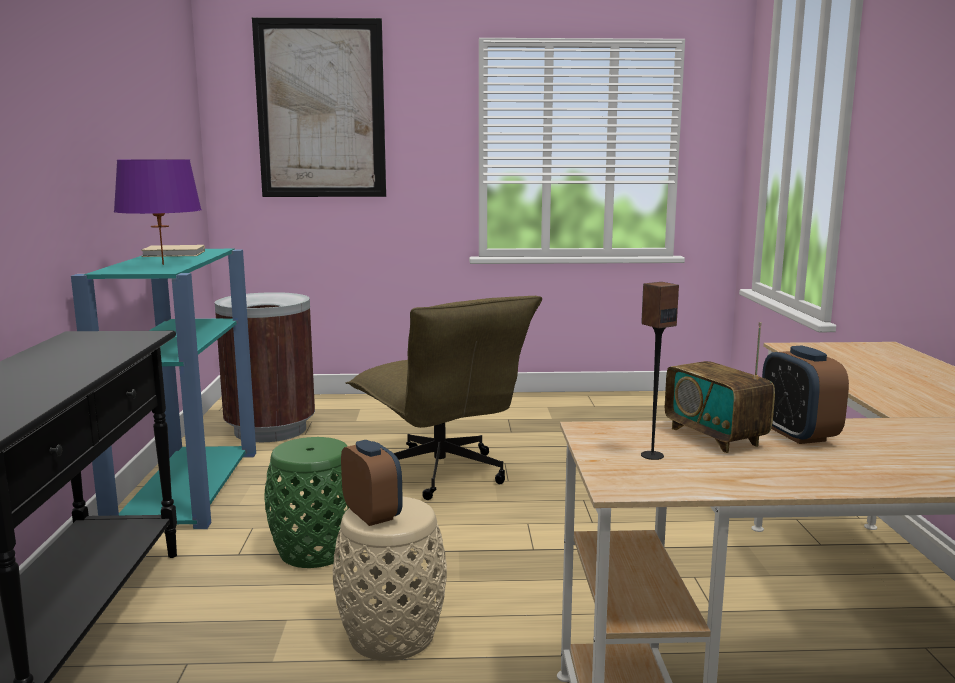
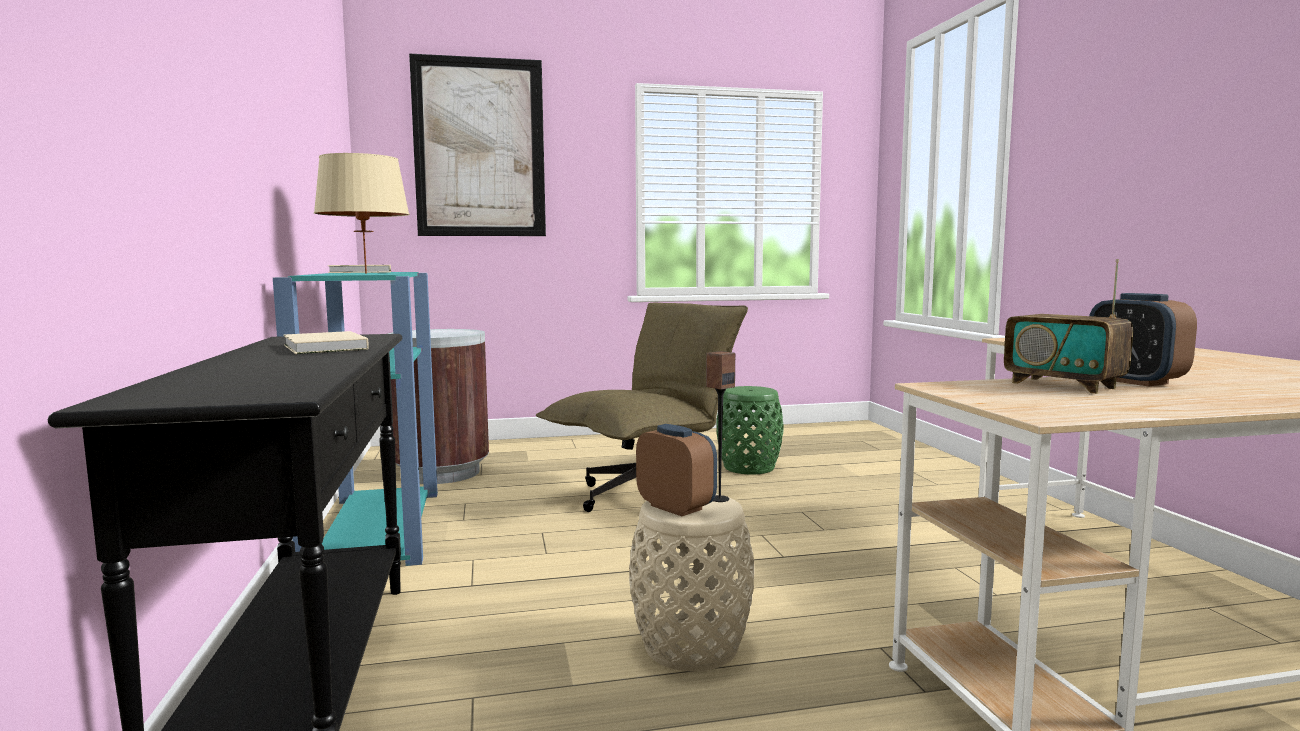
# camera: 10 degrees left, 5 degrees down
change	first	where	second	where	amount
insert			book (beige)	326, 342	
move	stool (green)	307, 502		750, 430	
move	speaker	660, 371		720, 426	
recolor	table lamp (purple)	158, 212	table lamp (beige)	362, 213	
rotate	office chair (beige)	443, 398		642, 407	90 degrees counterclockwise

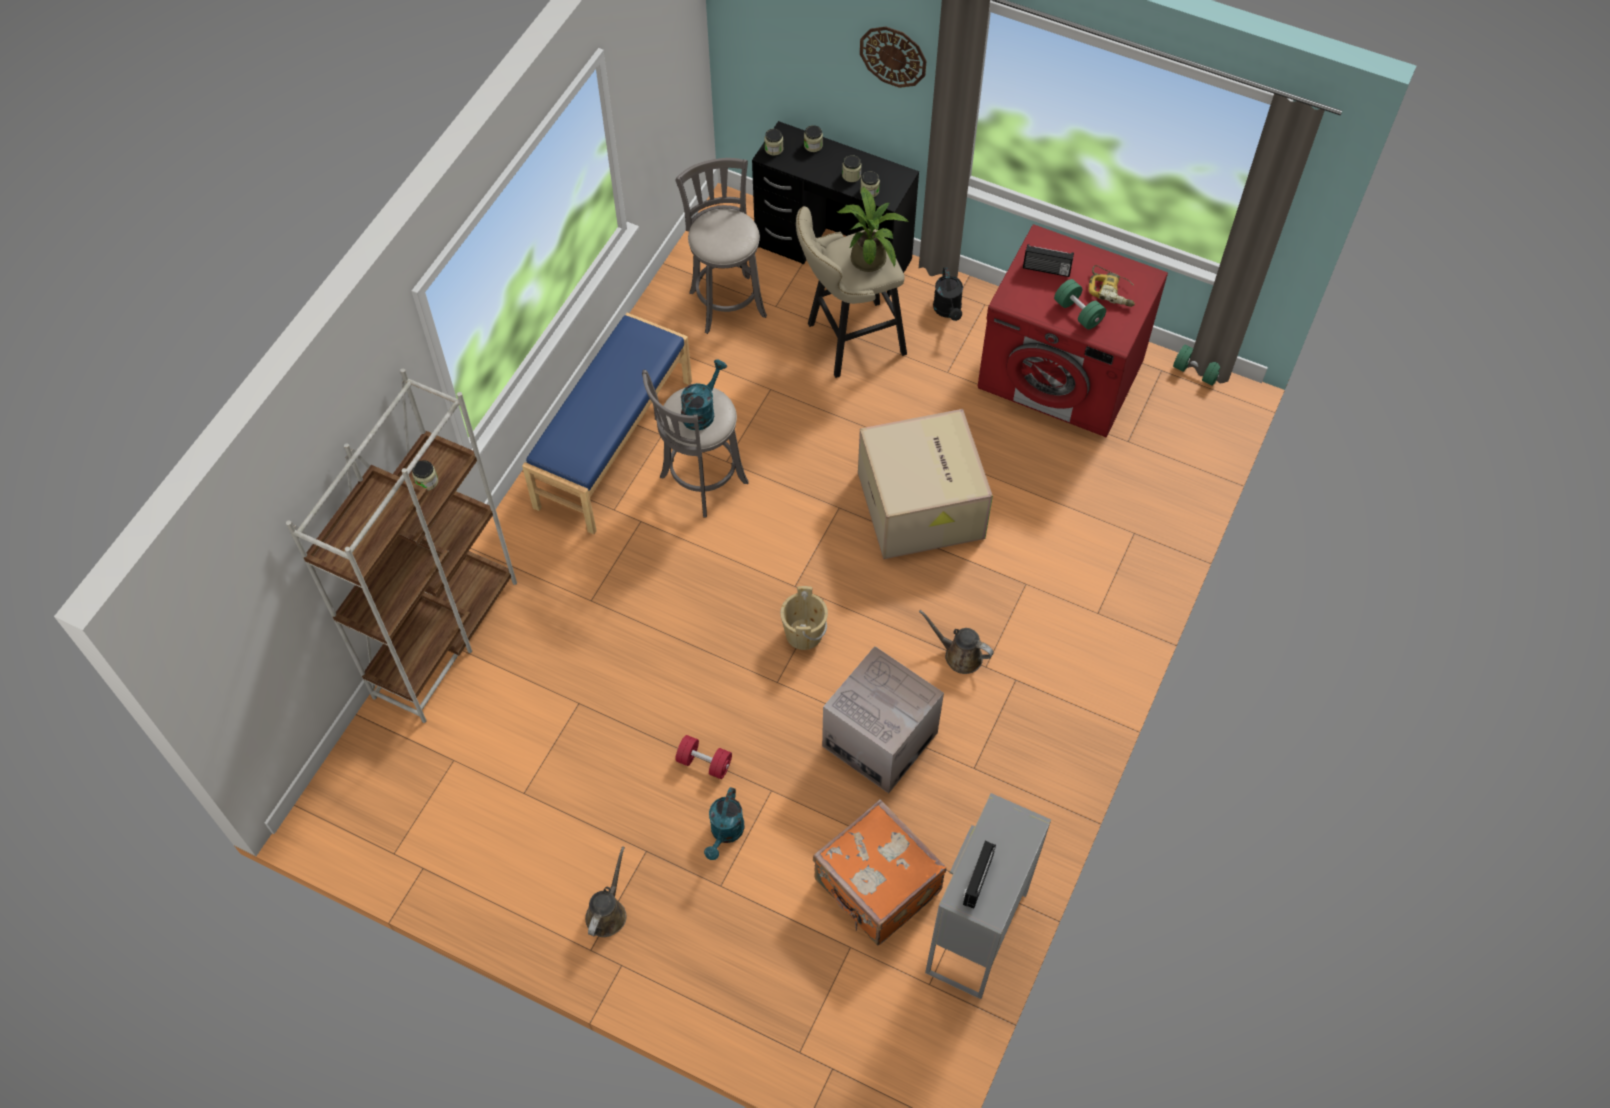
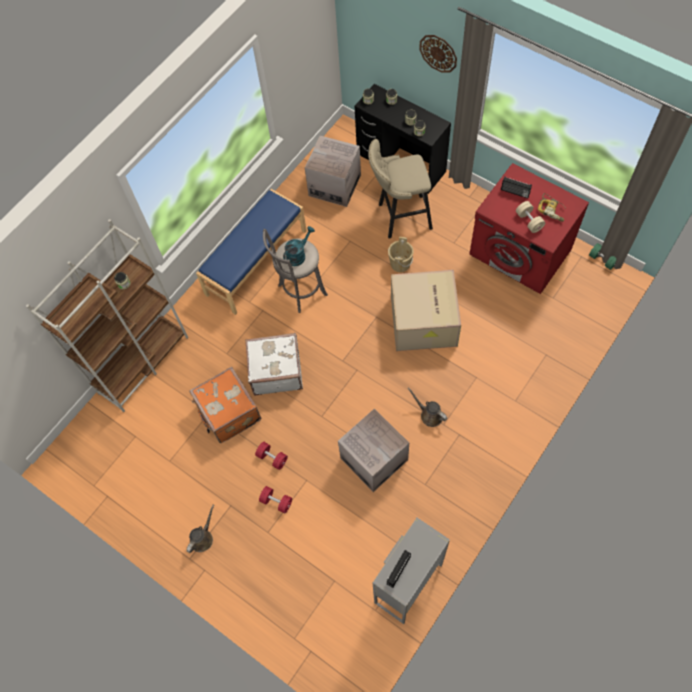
# camera: 15 degrees right, 5 degrees up
change	first	where	second	where	amount
delete	potted plant	873, 229			
delete	watering can (black)	948, 294			
insert			suitcase (white)	274, 364	
move	bucket (beige)	804, 618		401, 254	
move	suitcase (orange)	879, 872		225, 405	
replace	stool (grey)	721, 246	cardboard box	333, 171	
replace	watering can (turquoise)	724, 823	dumbbell (red)	275, 499	
recolor	dumbbell (green)	1080, 304	dumbbell (beige)	530, 217	

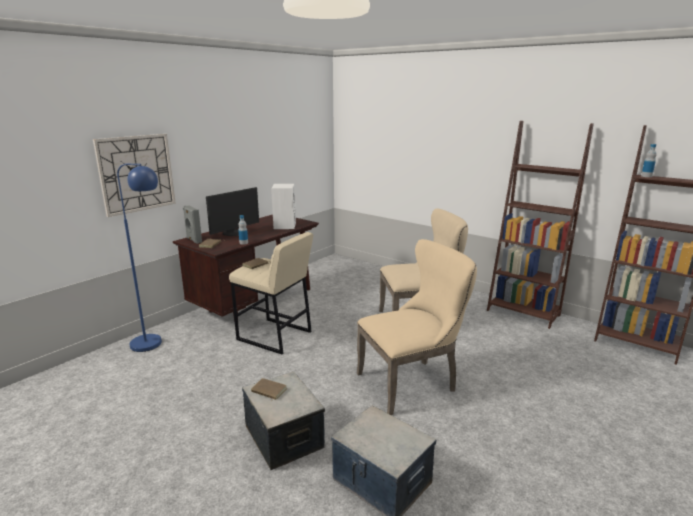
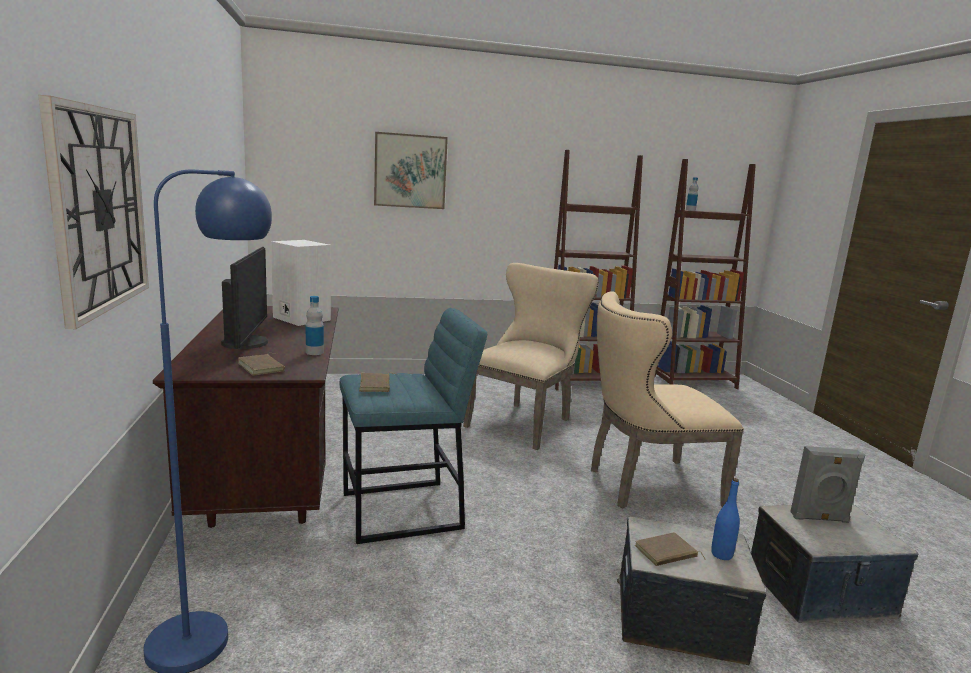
# camera: 50 degrees left, 5 degrees down
change	first	where	second	where	amount
insert			picture	411, 170	
insert			bottle (blue)	725, 519	
move	speaker (grey)	192, 225		827, 484	
recolor	stool (beige)	271, 293	stool (blue)	413, 426	
rotate	chair (beige)	417, 327		667, 399	120 degrees counterclockwise

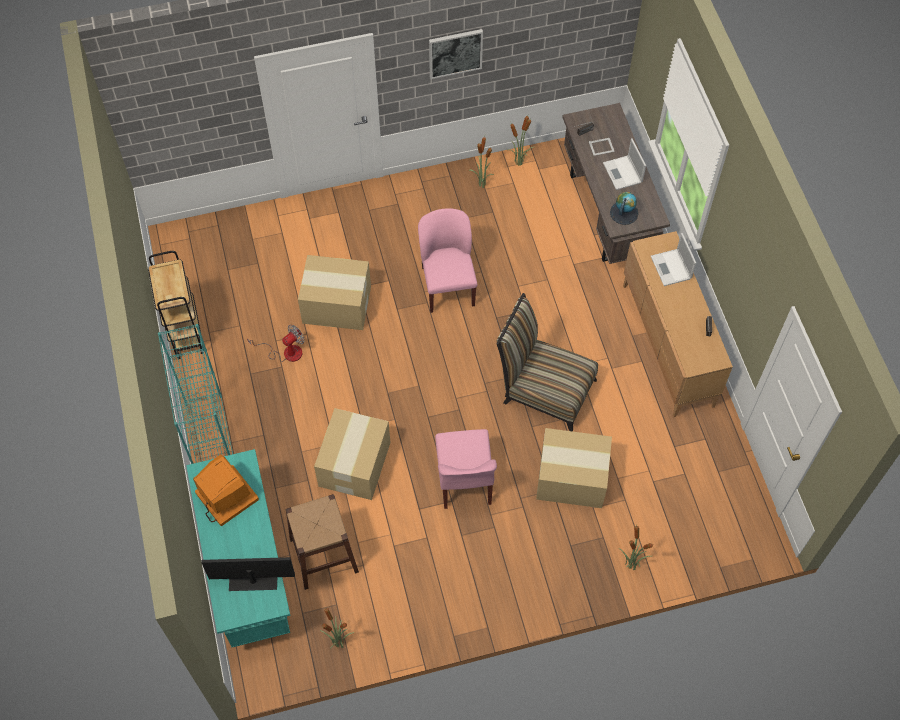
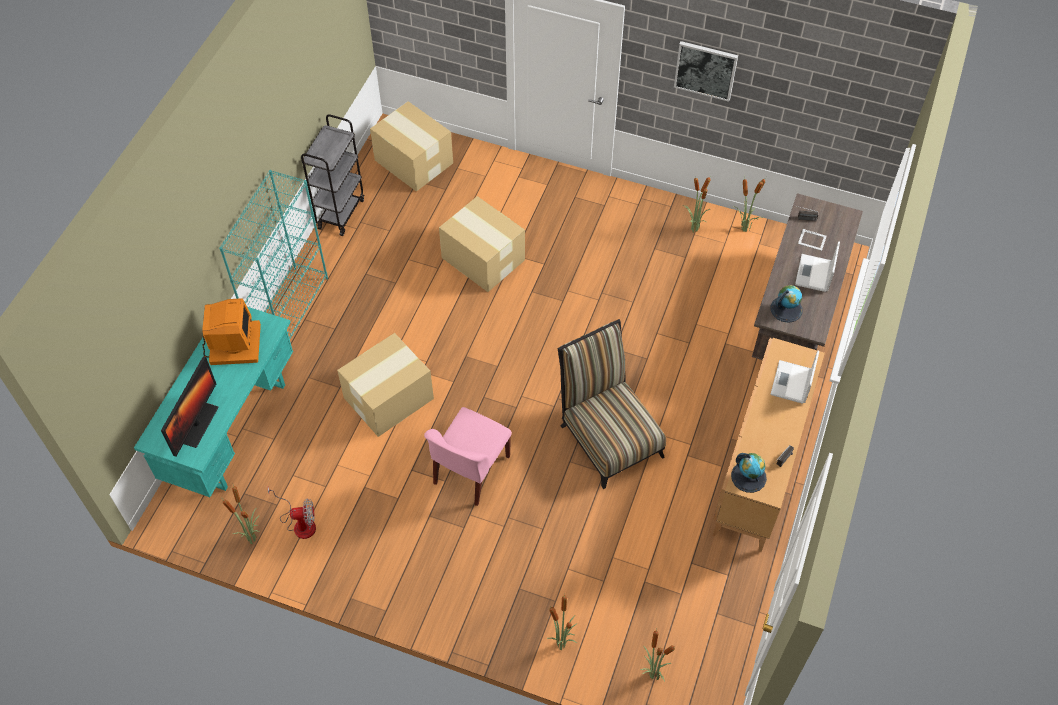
# camera: 35 degrees right, 5 degrees down
change	first	where	second	where	amount
delete	stool (brown)	322, 542			
delete	chair (pink)	447, 260			
insert			potted plant	657, 655	
insert			globe	749, 473	
move	fan	276, 343		292, 513	
move	cardboard box	574, 468		411, 146	
recolor	cart (brown)	176, 305	cart (grey)	332, 175	
rotate	monitor	248, 574		190, 406	75 degrees clockwise

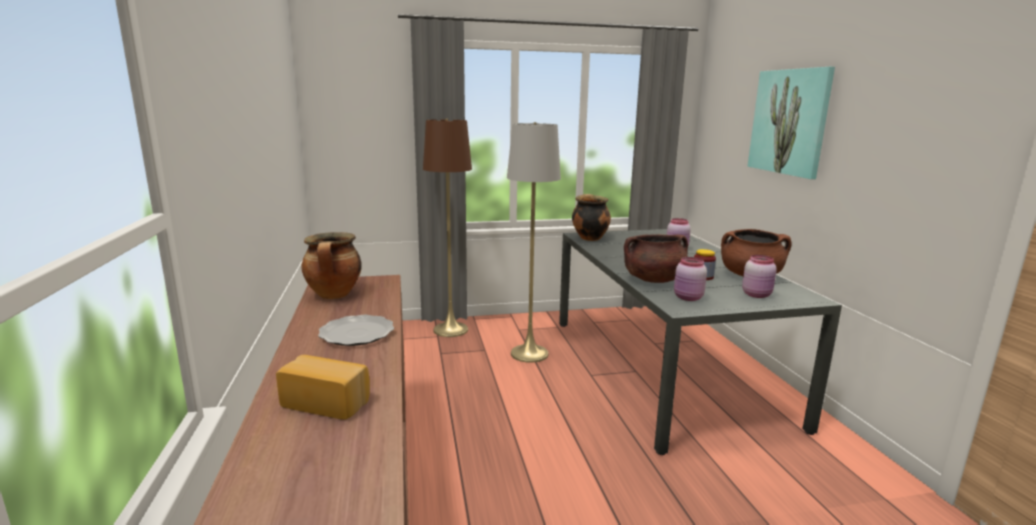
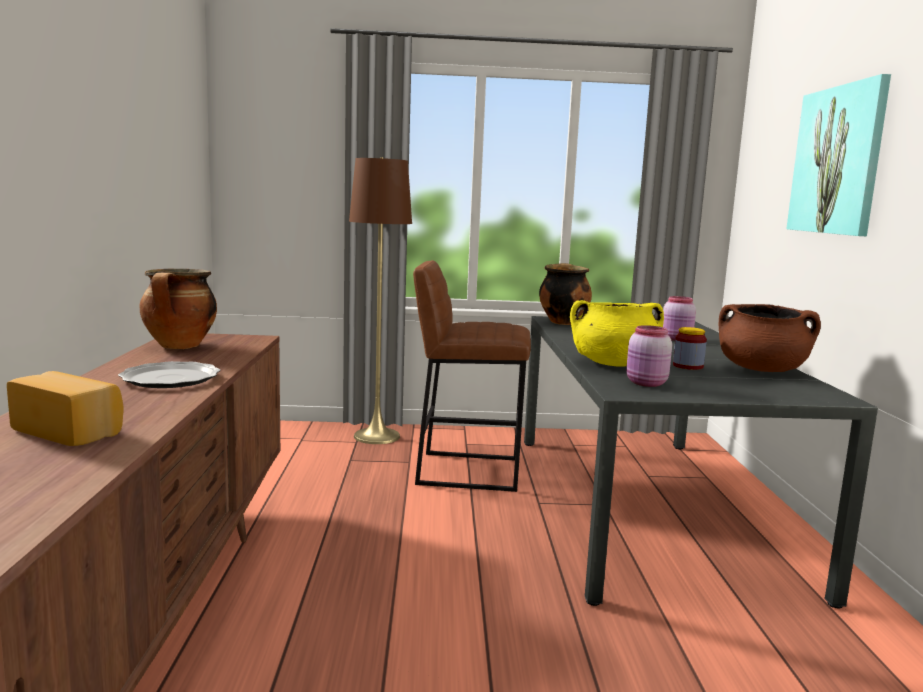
# camera: 10 degrees right, 5 degrees down
change	first	where	second	where	amount
delete	jar (pink)	759, 276			
replace	floor lamp (grey)	534, 242	stool (brown)	472, 376	
recolor	cooking pot (brown)	656, 258	cooking pot (yellow)	617, 333	

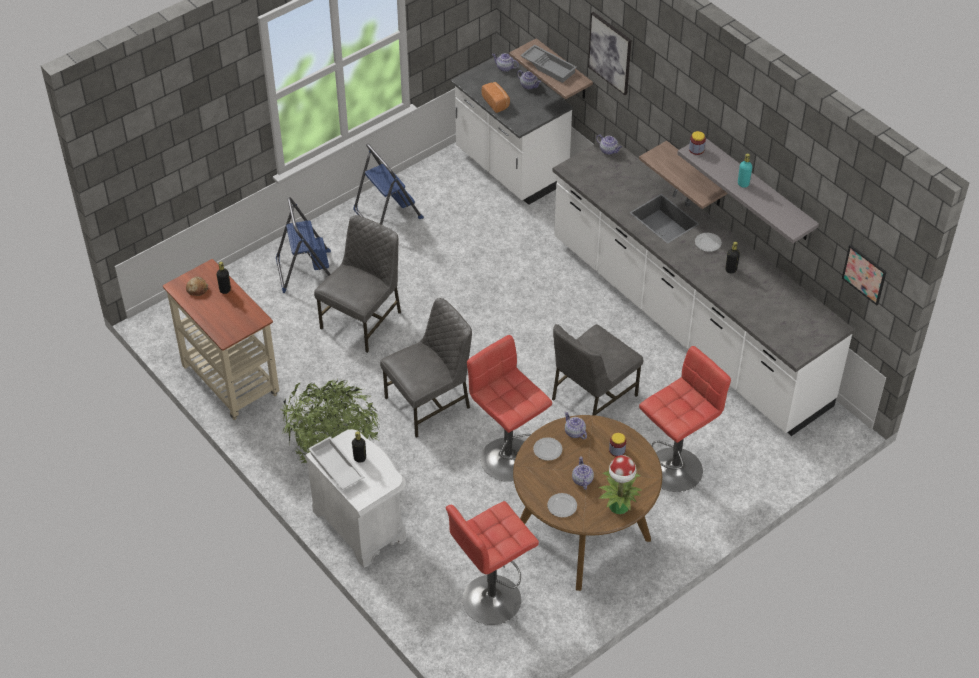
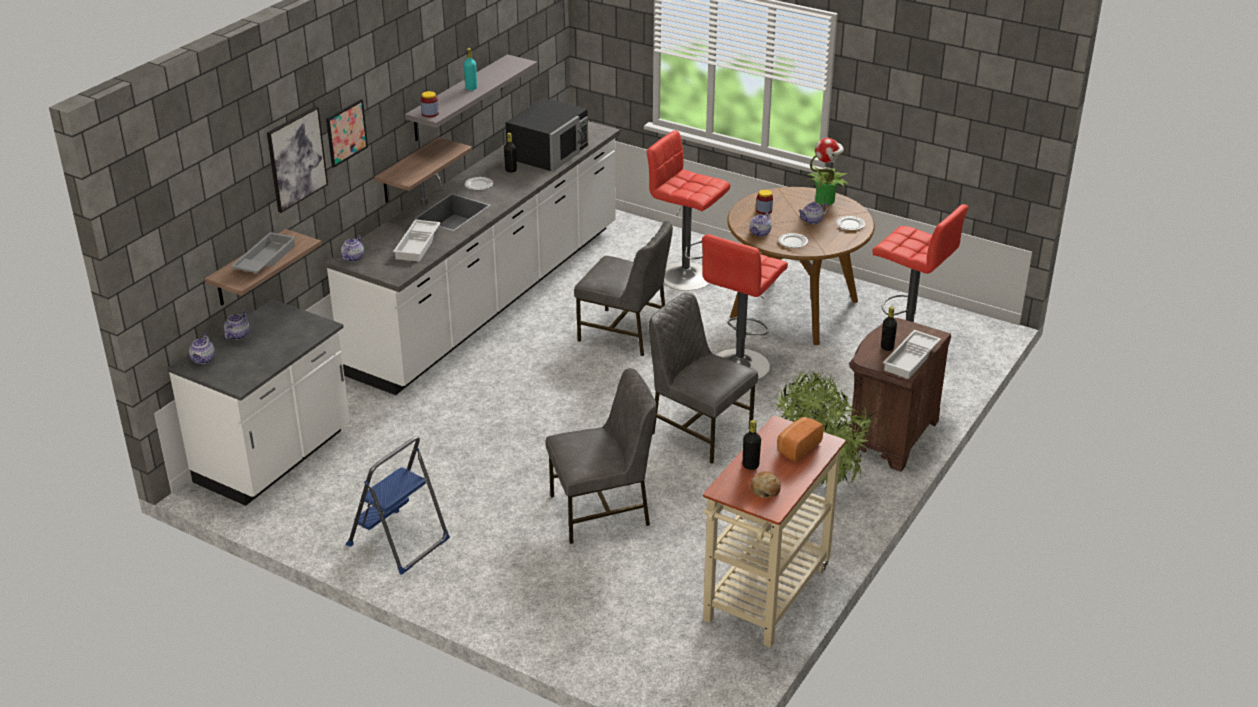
# camera: 110 degrees left, 15 degrees down
change	first	where	second	where	amount
delete	step ladder (blue)	303, 245			
insert			tray (white)	417, 241	
insert			microwave (black)	547, 135	
move	bread	495, 97		800, 439	
move	picture	864, 274		347, 133	
recolor	nightstand (white)	355, 498	nightstand (brown)	898, 395	
rotate	chair (grey)	357, 284		601, 456	150 degrees clockwise

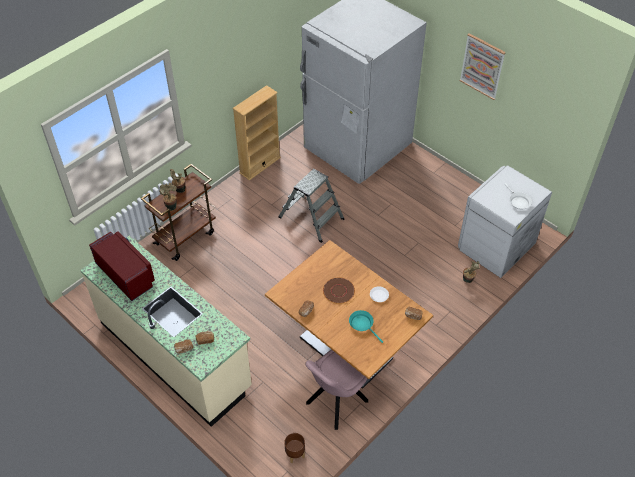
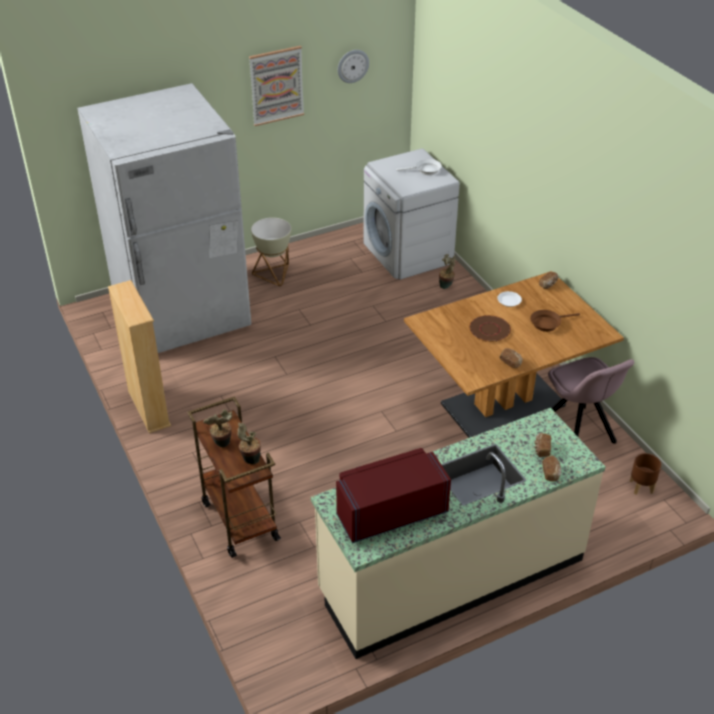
# camera: 70 degrees left, 10 degrees down
change	first	where	second	where	amount
delete	step ladder (grey)	311, 205			
insert			planter	271, 251	
insert			wall clock	353, 66	
recolor	frying pan (turquoise)	366, 326	frying pan (brown)	555, 321	

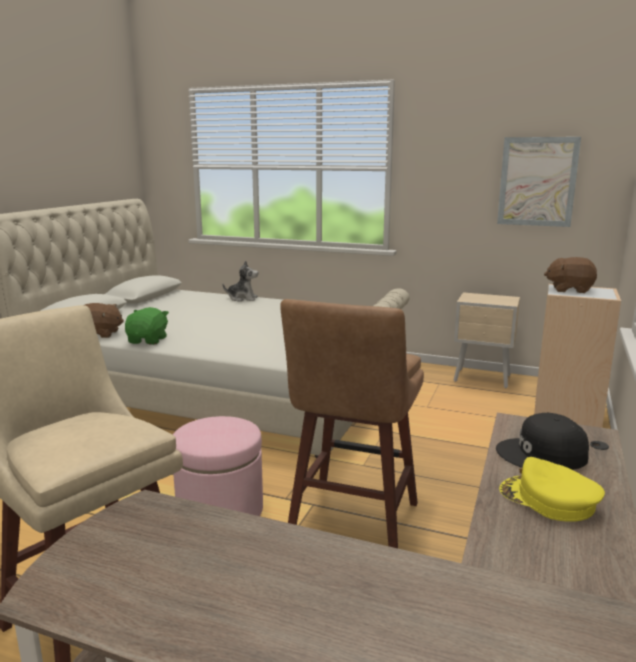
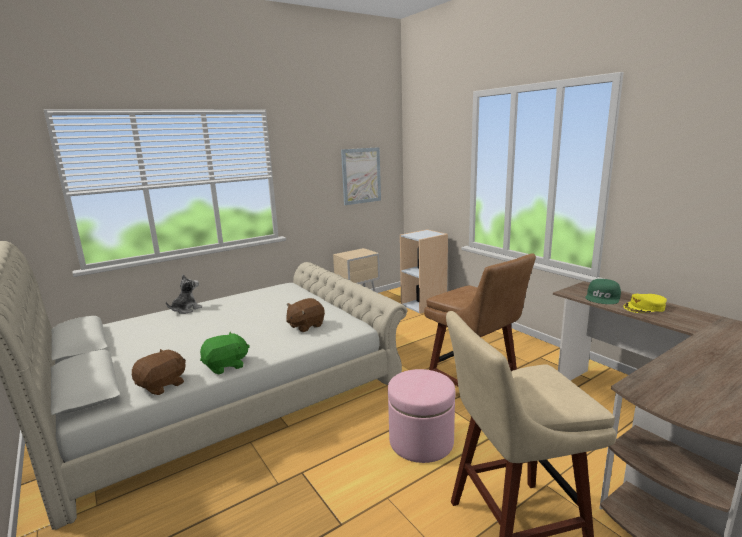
# camera: 55 degrees left, 0 degrees up
change	first	where	second	where	amount
move	plush toy (brown)	570, 275		305, 315	
recolor	cap (black)	542, 441	cap (green)	603, 291	
rotate	plush toy (green)	147, 326		225, 353	105 degrees clockwise

